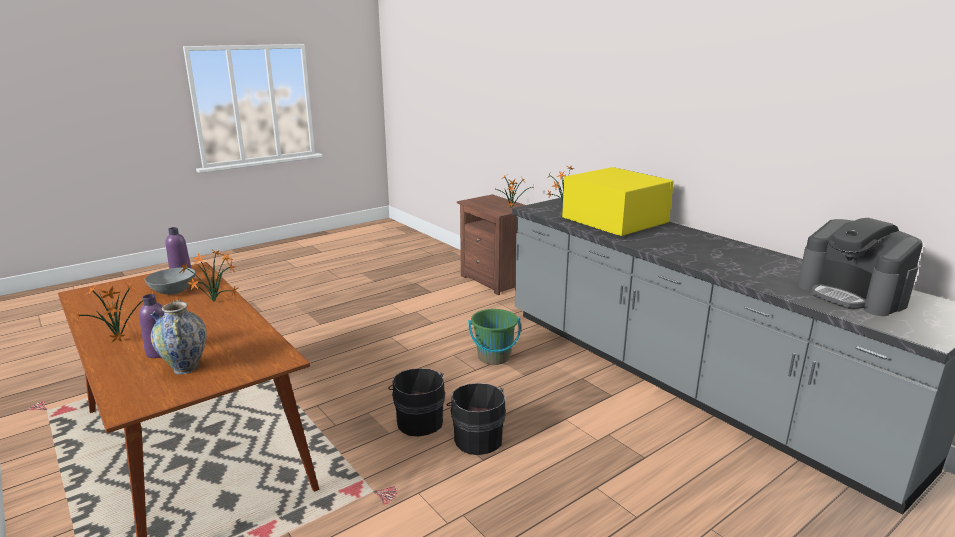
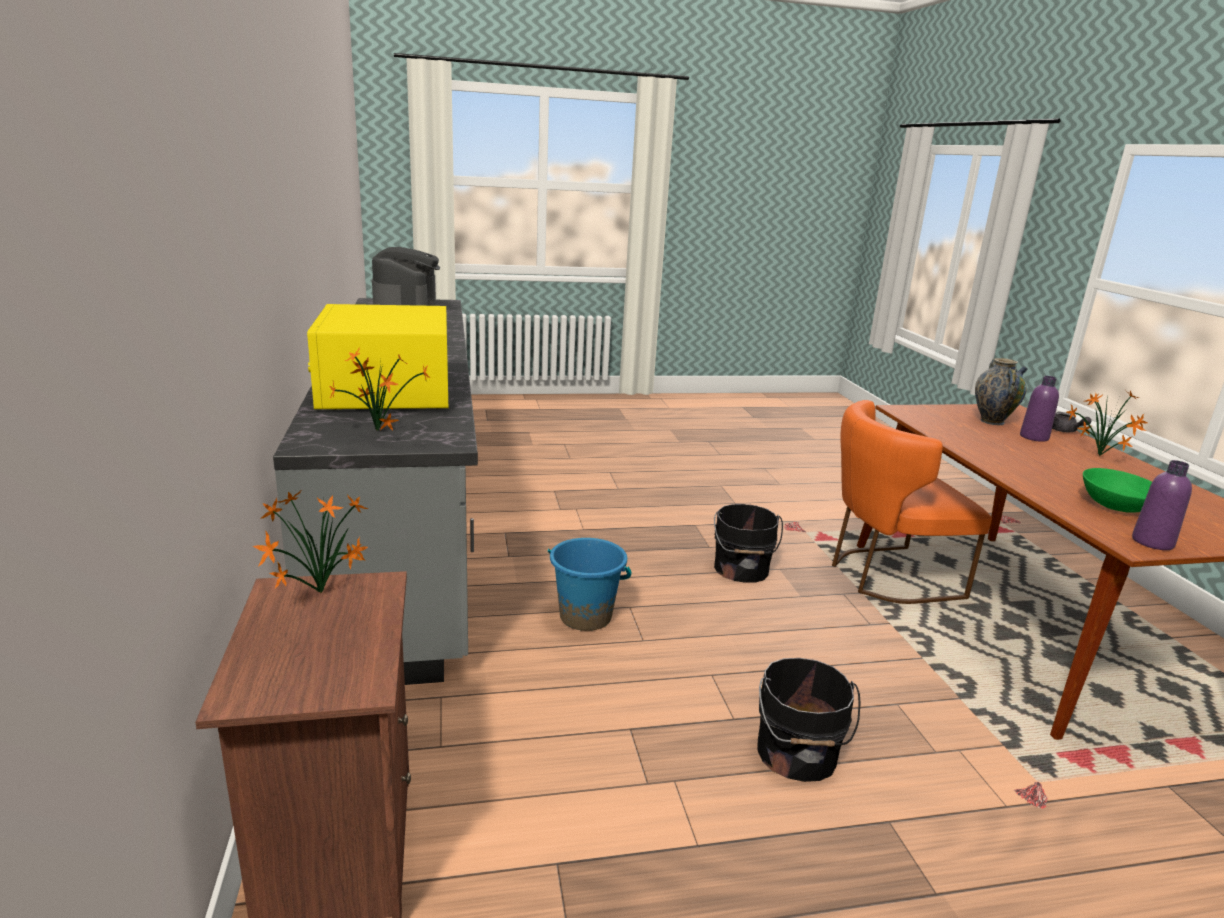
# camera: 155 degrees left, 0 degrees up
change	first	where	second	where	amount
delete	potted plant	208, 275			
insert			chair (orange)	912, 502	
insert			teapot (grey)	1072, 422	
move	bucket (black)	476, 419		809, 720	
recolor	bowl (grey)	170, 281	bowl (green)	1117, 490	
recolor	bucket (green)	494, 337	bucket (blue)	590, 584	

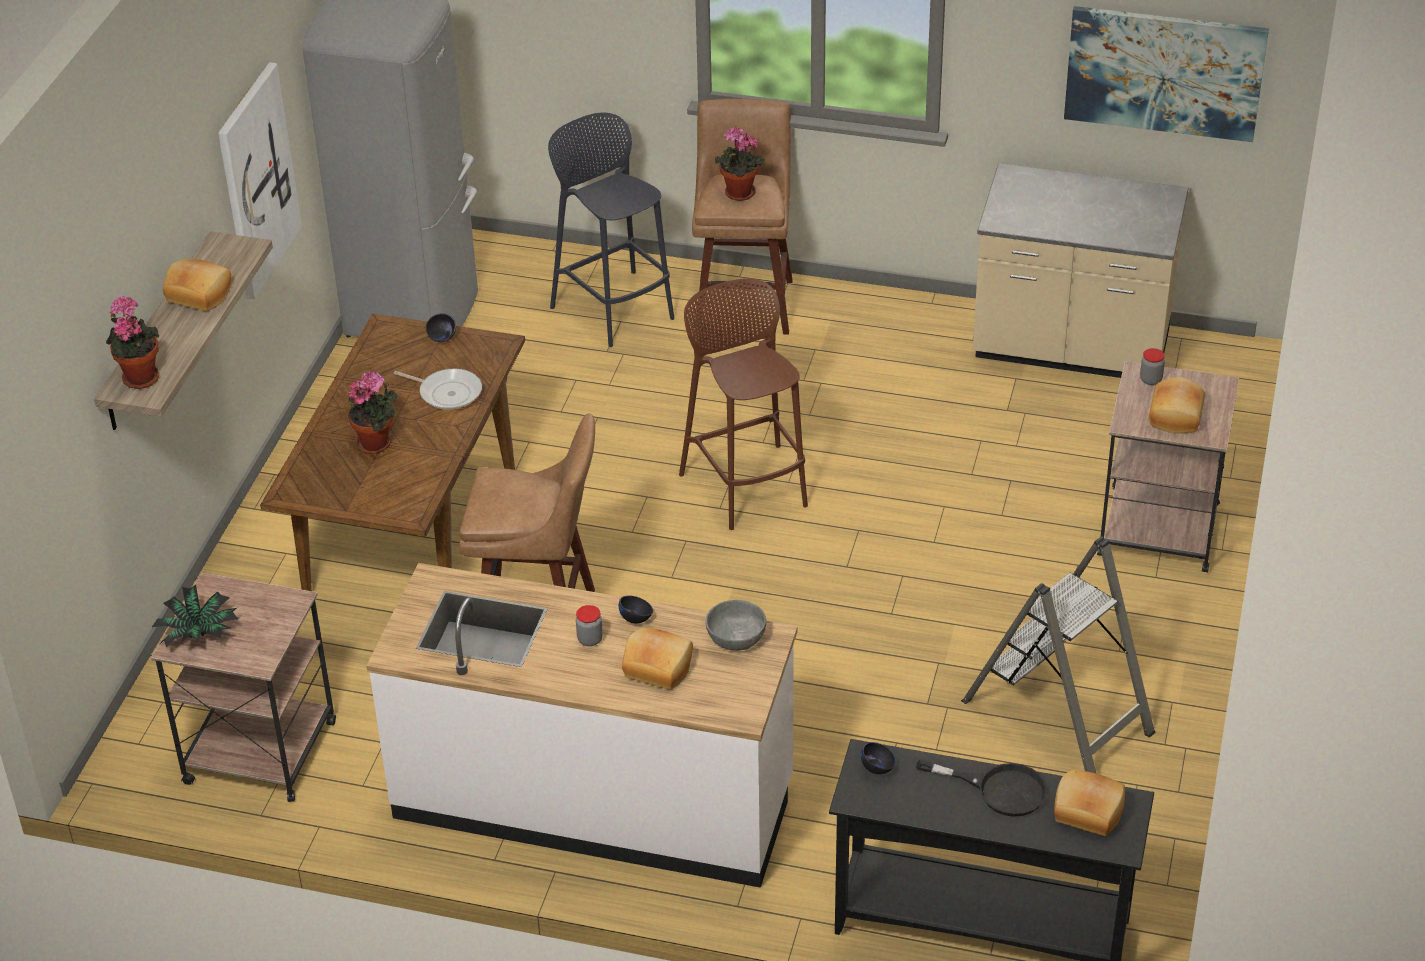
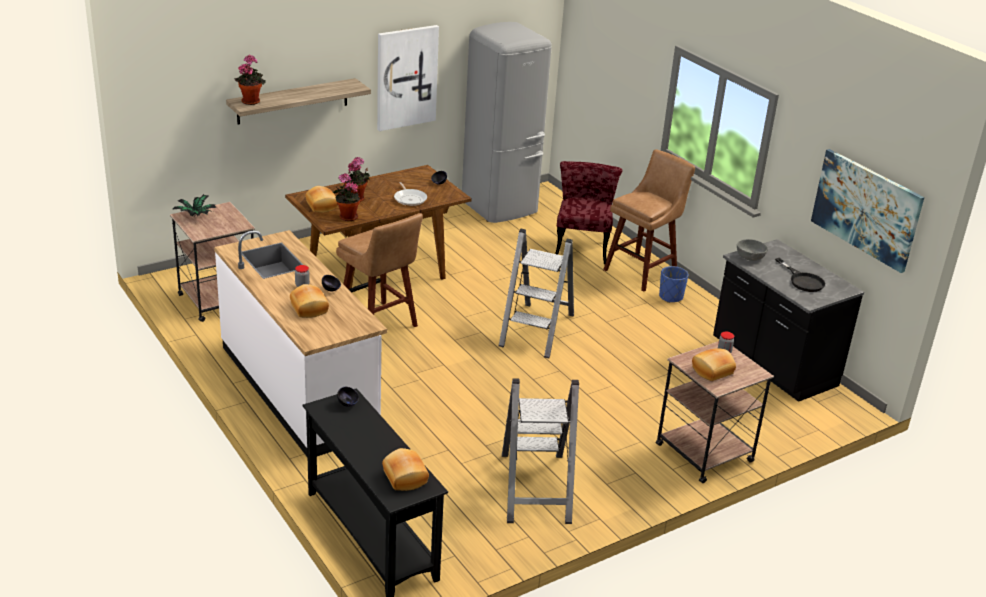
# camera: 40 degrees right, 10 degrees down
change	first	where	second	where	amount
insert			planter (blue)	674, 284	
move	bread	197, 285		321, 199	
move	bowl (grey)	735, 625		752, 250	
move	potted plant	740, 164		346, 197	
move	frying pan (black)	981, 788		800, 275	
replace	stool (grey)	611, 230	chair (red)	589, 212	
replace	stool (brown)	743, 404	step ladder (grey)	536, 294	
recolor	counter (beige)	1081, 270	counter (black)	788, 320	

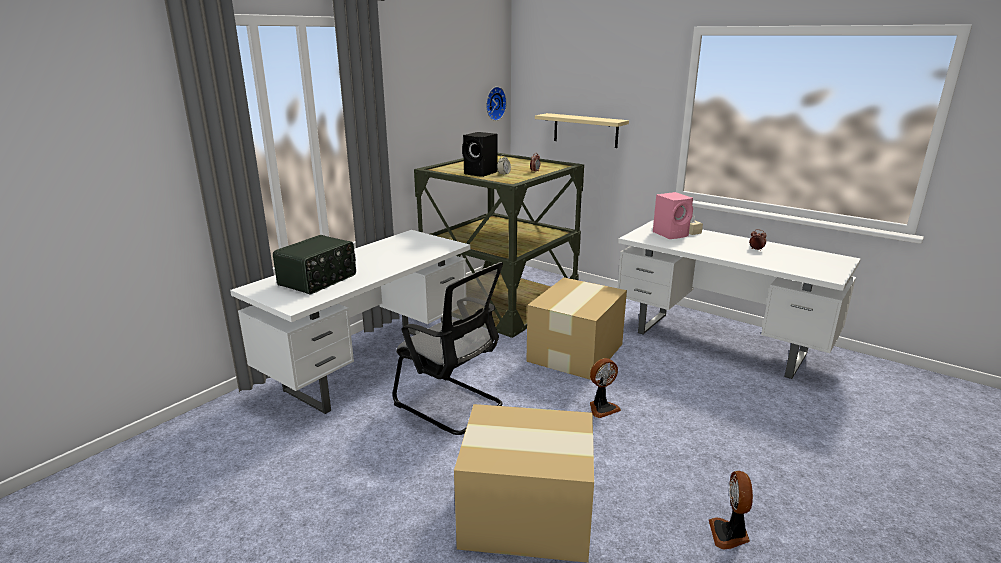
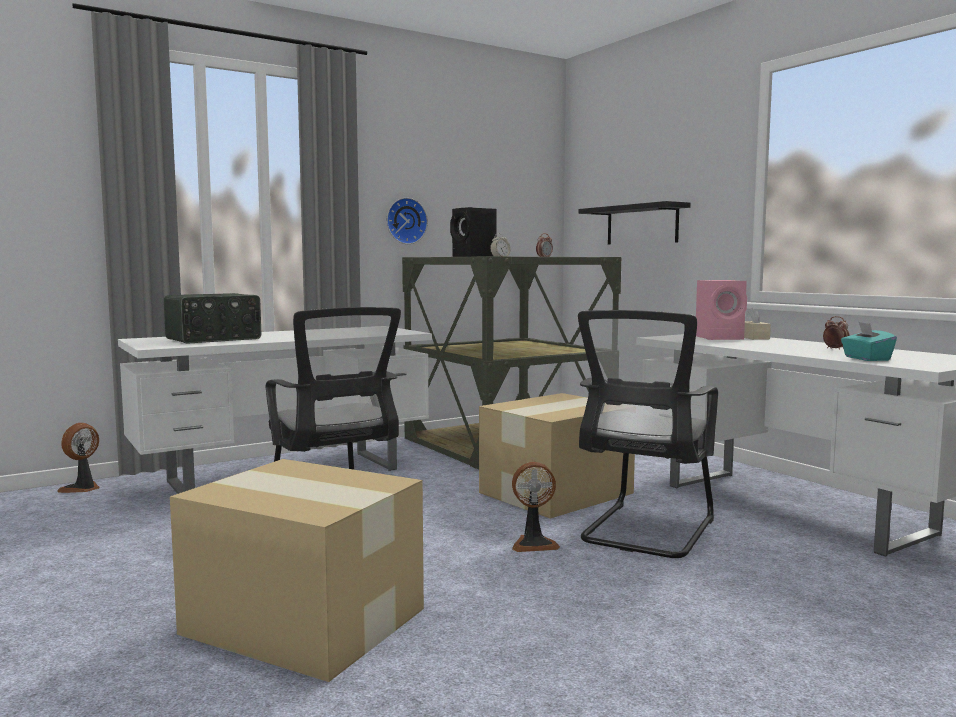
# camera: 20 degrees right, 15 degrees down
change	first	where	second	where	amount
insert			chair	648, 434	
insert			tissue box (turquoise)	869, 341	
move	wall clock	496, 104		407, 221	
move	fan	731, 510		78, 458	
recolor	shelf (beige)	582, 130	shelf (black)	634, 222	

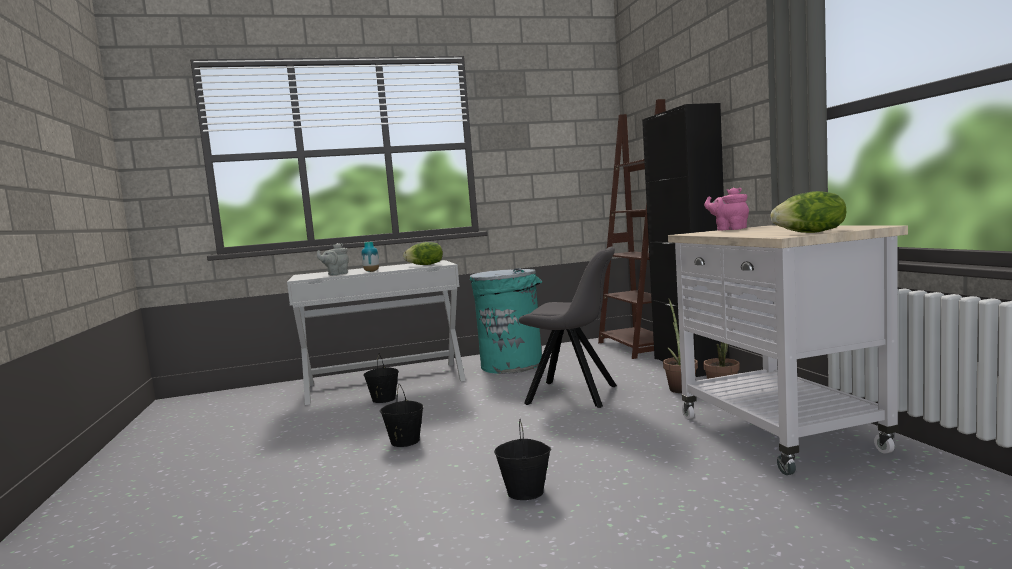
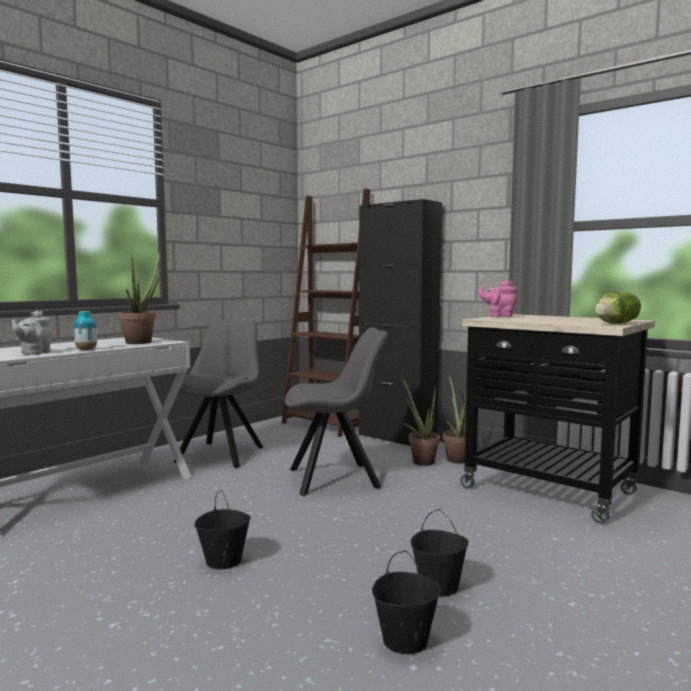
# camera: 35 degrees left, 0 degrees up
change	first	where	second	where	amount
move	bucket (black)	381, 378		406, 602	
replace	lettuce	423, 253	potted plant	139, 298	
replace	trash can (turquoise)	506, 321	chair (grey)	218, 394	
recolor	cart (white)	788, 350	cart (black)	557, 419	

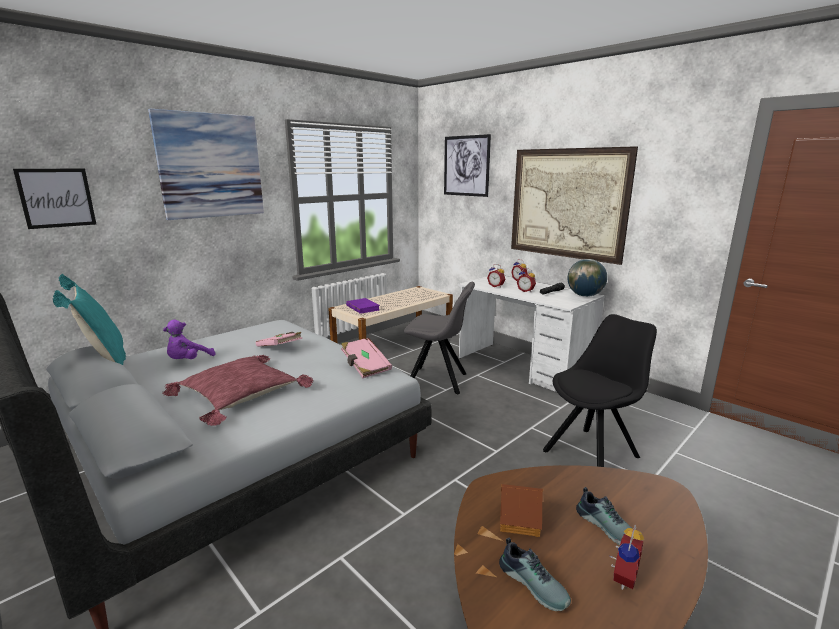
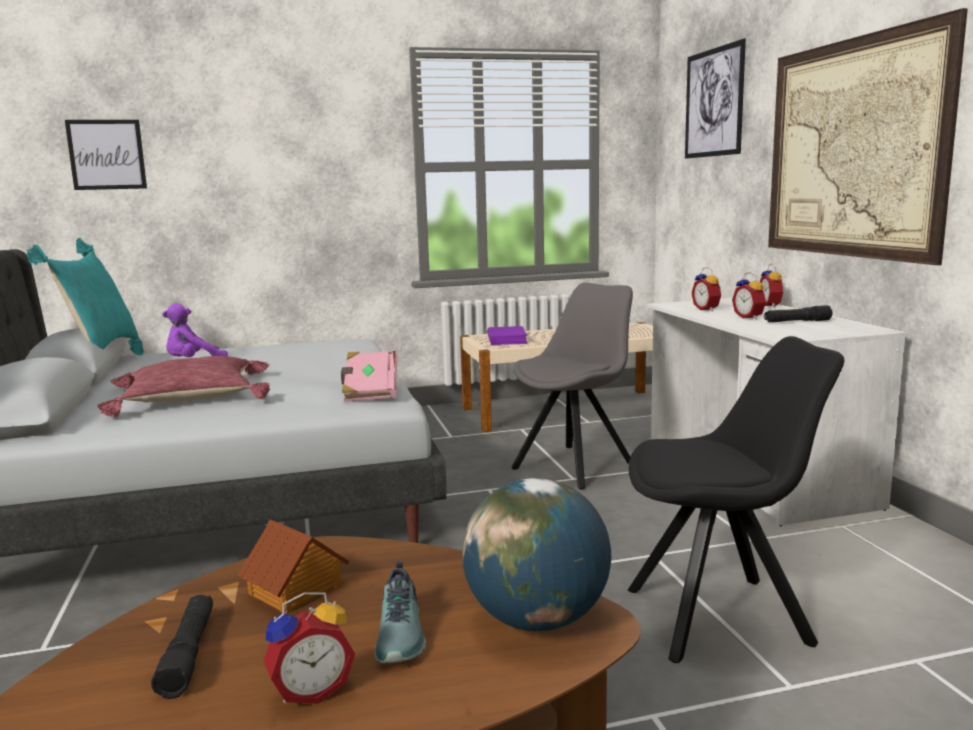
# camera: 30 degrees right, 5 degrees down
change	first	where	second	where	amount
delete	picture	206, 164			
delete	book (pink)	279, 339			
move	globe	587, 278		536, 555	
replace	shoe	535, 574	flashlight (black)	182, 647	
rotate	chair (grey)	439, 338		572, 386	90 degrees counterclockwise

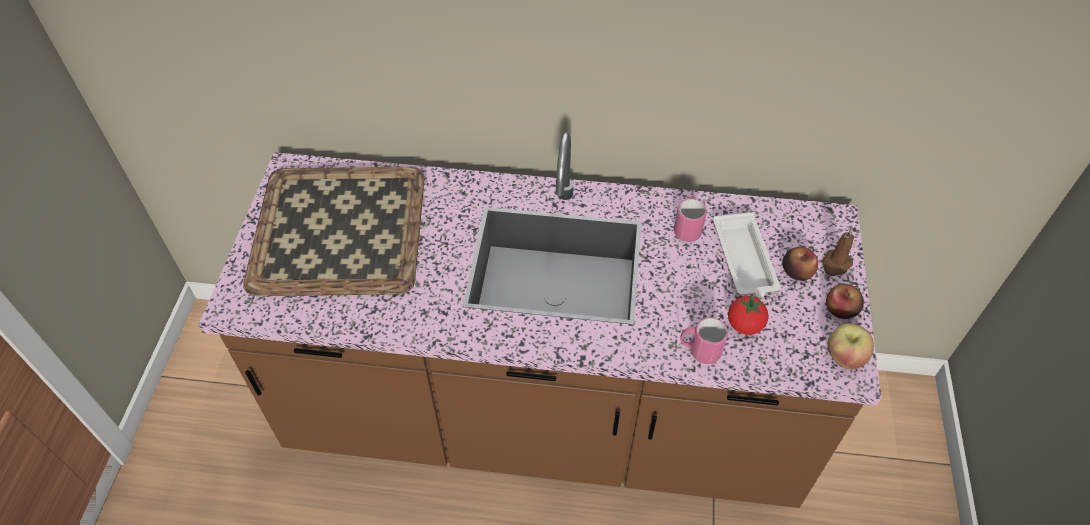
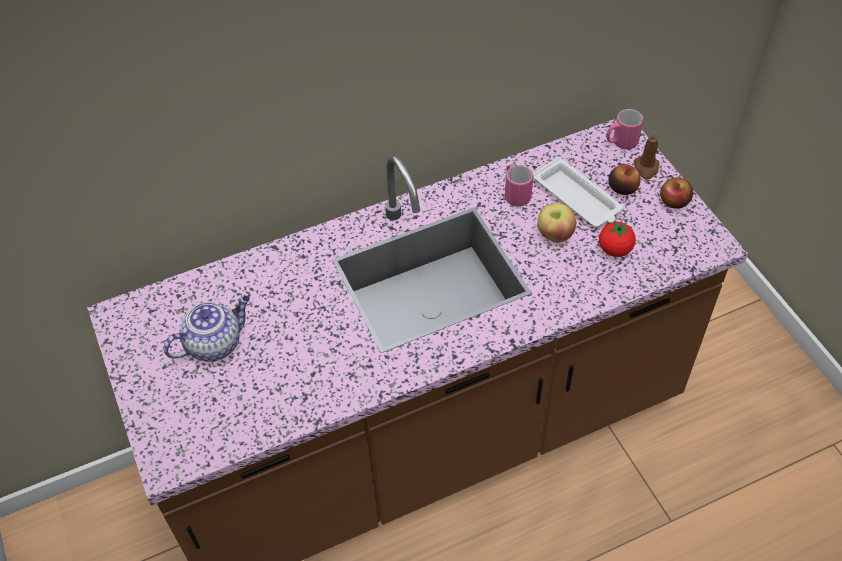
# camera: 30 degrees left, 0 degrees up
change	first	where	second	where	amount
move	mug (pink)	704, 341		624, 129	
move	apple	851, 346		556, 222	
replace	tray	334, 231	teapot	207, 329	

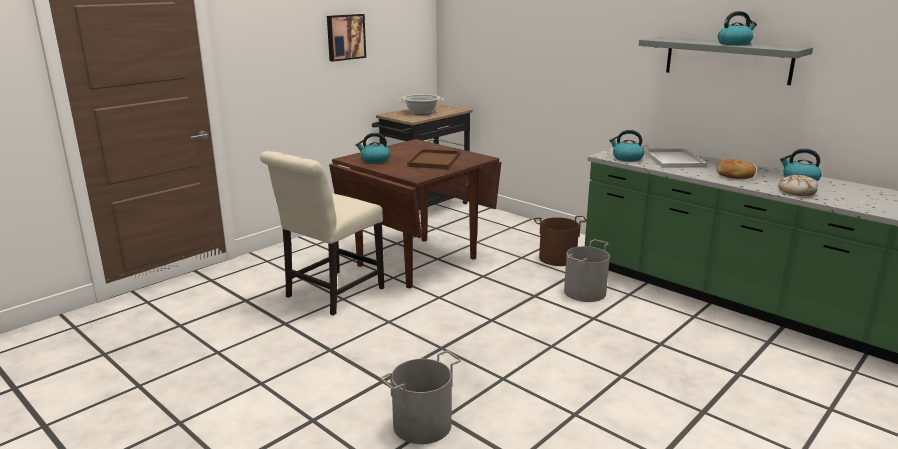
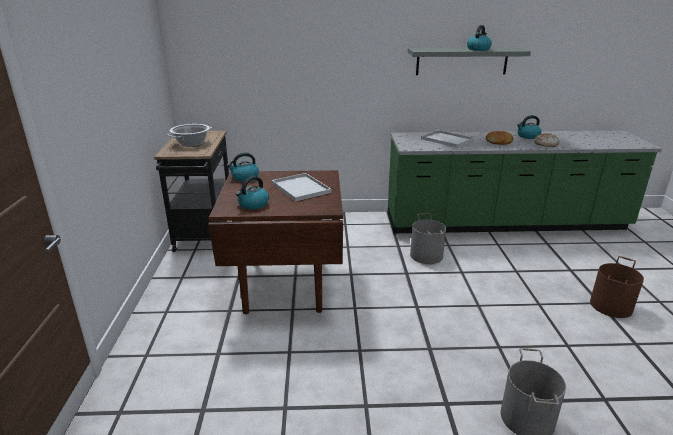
# camera: 45 degrees left, 5 degrees up
change	first	where	second	where	amount
delete	chair (beige)	322, 233			
delete	picture	346, 38			
move	bucket (brown)	560, 241		617, 287	
move	kettle	626, 146		243, 167	
recolor	tray (brown)	433, 159	tray (white)	302, 187	

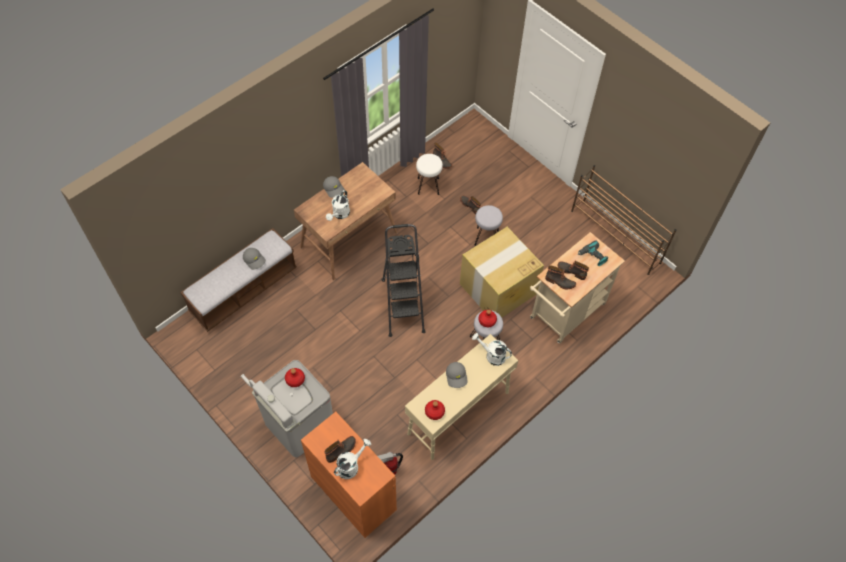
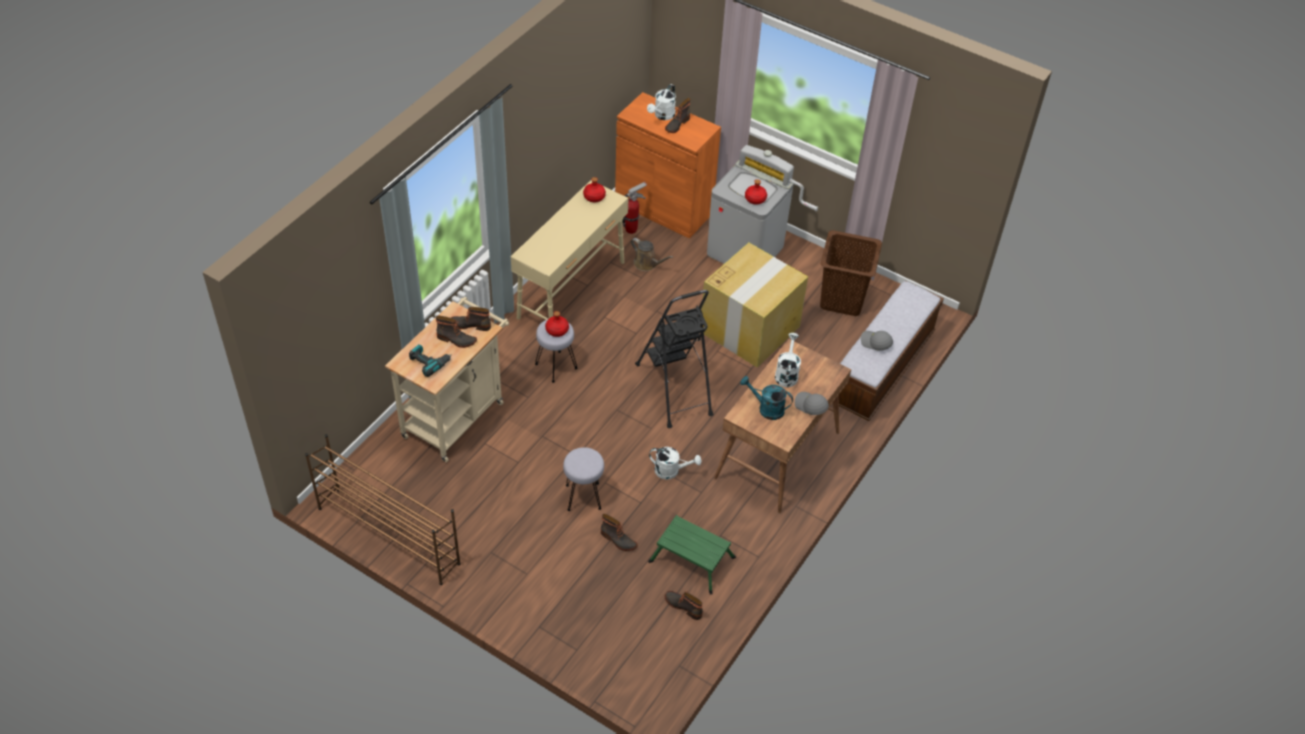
# camera: 165 degrees right, 10 degrees down
change	first	where	second	where	amount
delete	cap (grey)	457, 375			
insert			watering can (brown)	652, 254	
insert			watering can (turquoise)	766, 398	
insert			laundry basket (brown)	851, 273	
move	cardboard box	502, 272		755, 305	
move	watering can (white)	492, 349		675, 463	
replace	stool (white)	429, 174	step ladder (green)	692, 555	

